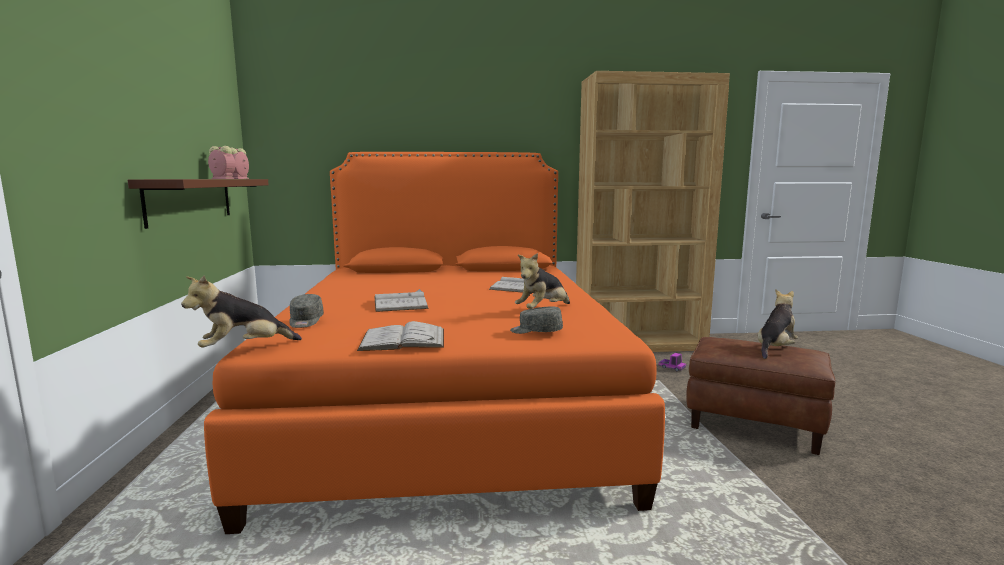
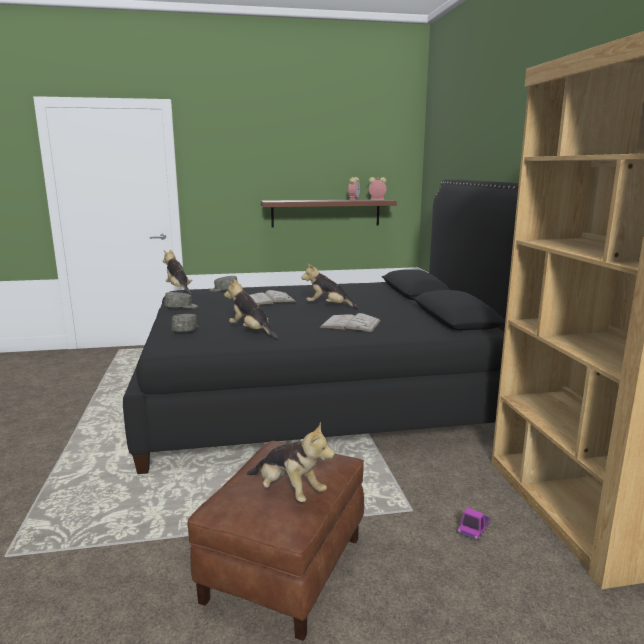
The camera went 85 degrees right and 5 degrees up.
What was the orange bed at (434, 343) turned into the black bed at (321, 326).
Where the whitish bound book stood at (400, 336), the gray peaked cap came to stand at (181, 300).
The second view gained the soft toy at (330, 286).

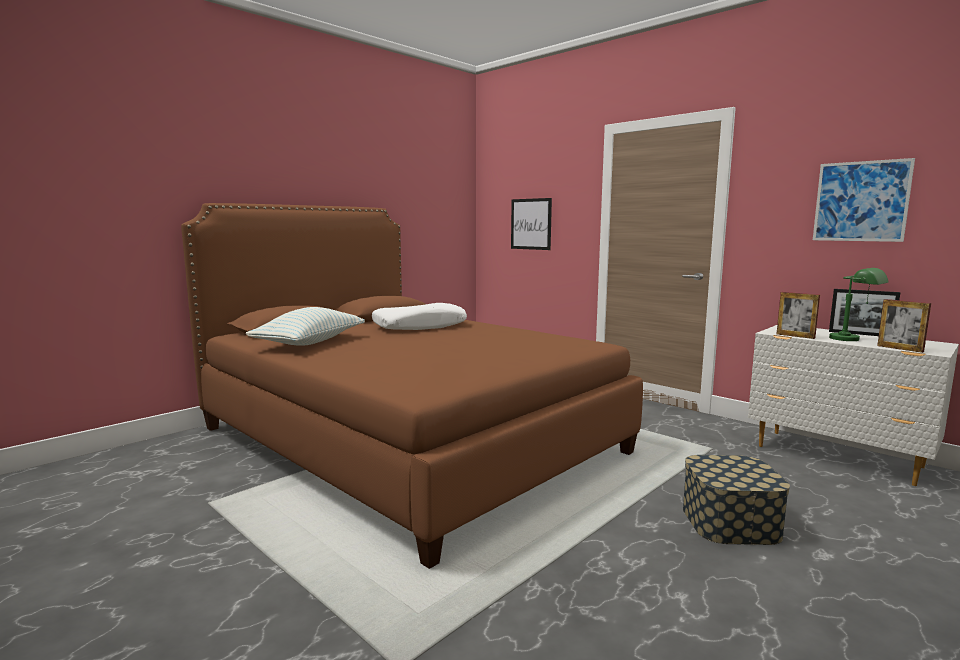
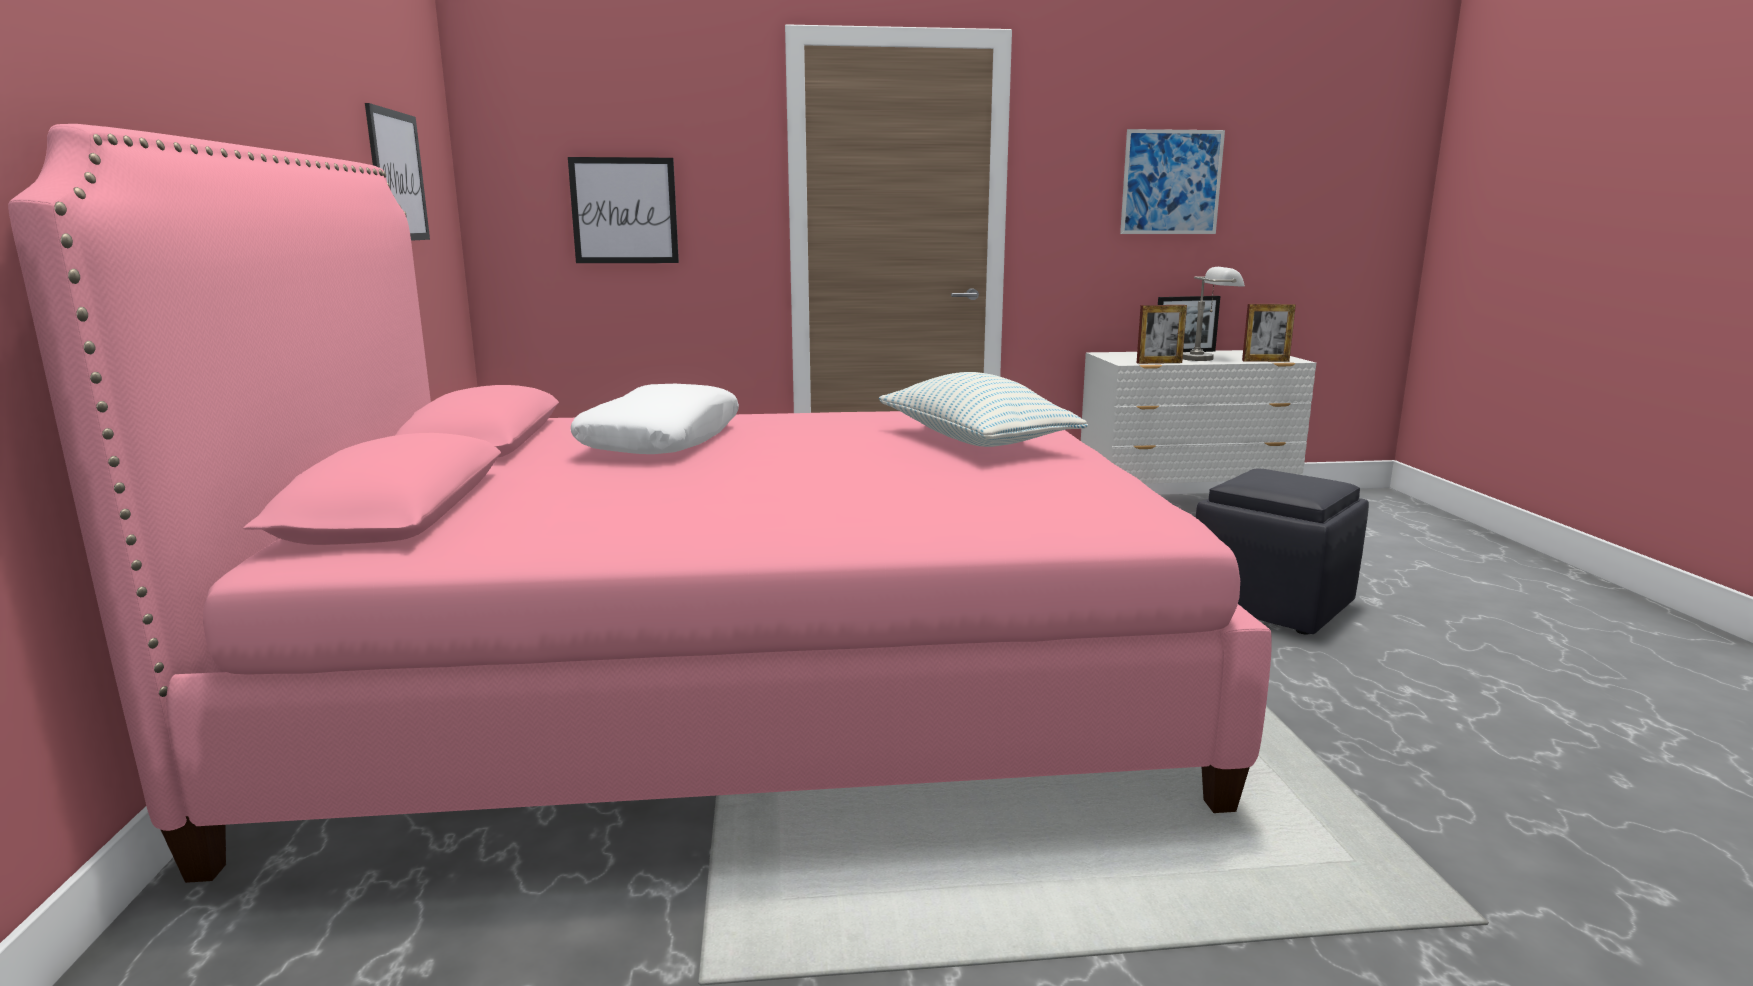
The camera went 50 degrees left and 5 degrees up.
What was the brown bed at (412, 386) turned into the pink-coloured bed at (640, 503).
The throw pillow ended up elsewhere, having gone from (305, 326) to (983, 409).
Where the storage bin stood at (736, 500), the black ottoman came to stand at (1282, 551).
What was the greenish table lamp at (858, 304) turned into the gray table lamp at (1214, 314).
The second view gained the picture at (397, 172).

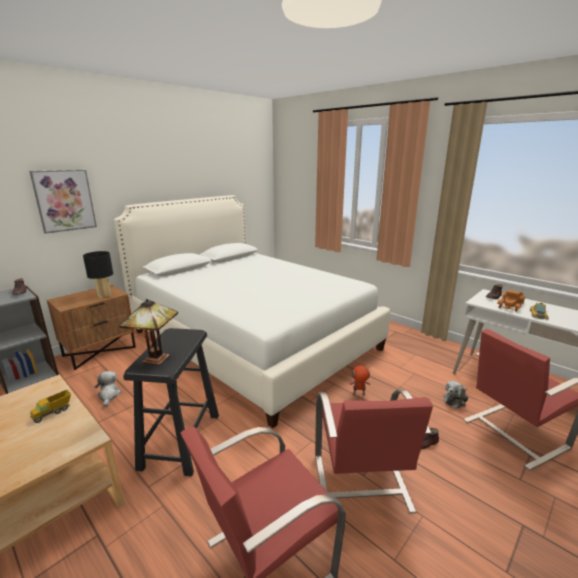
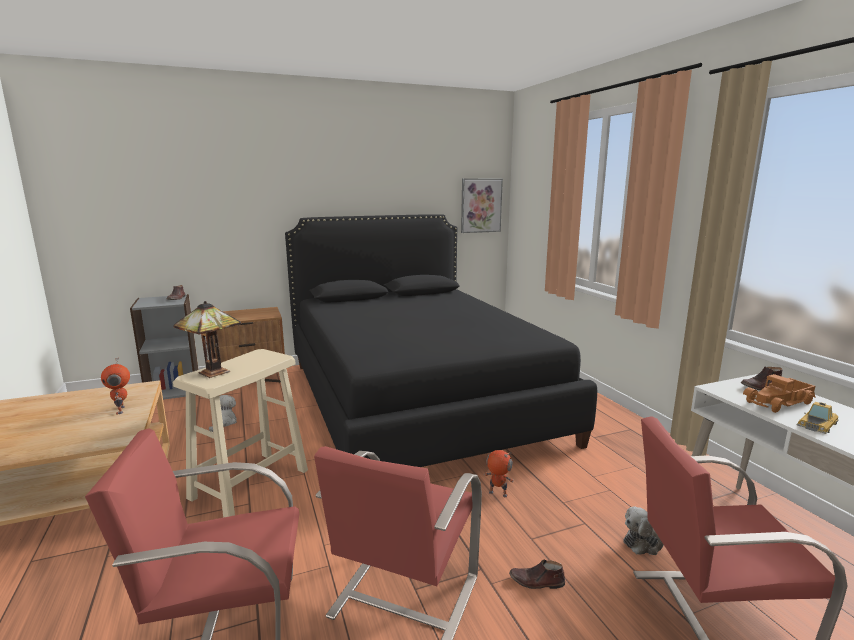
The camera went 25 degrees right and 5 degrees down.
The picture ended up elsewhere, having gone from (63, 202) to (482, 205).
Where the model truck stood at (50, 406), the robot figure came to stand at (115, 385).
The second view lost the black table lamp at (98, 275).
What was the whitish bed at (252, 311) turned into the black bed at (441, 340).
What was the black sitting stool at (171, 402) turned into the beige-coloured sitting stool at (240, 433).

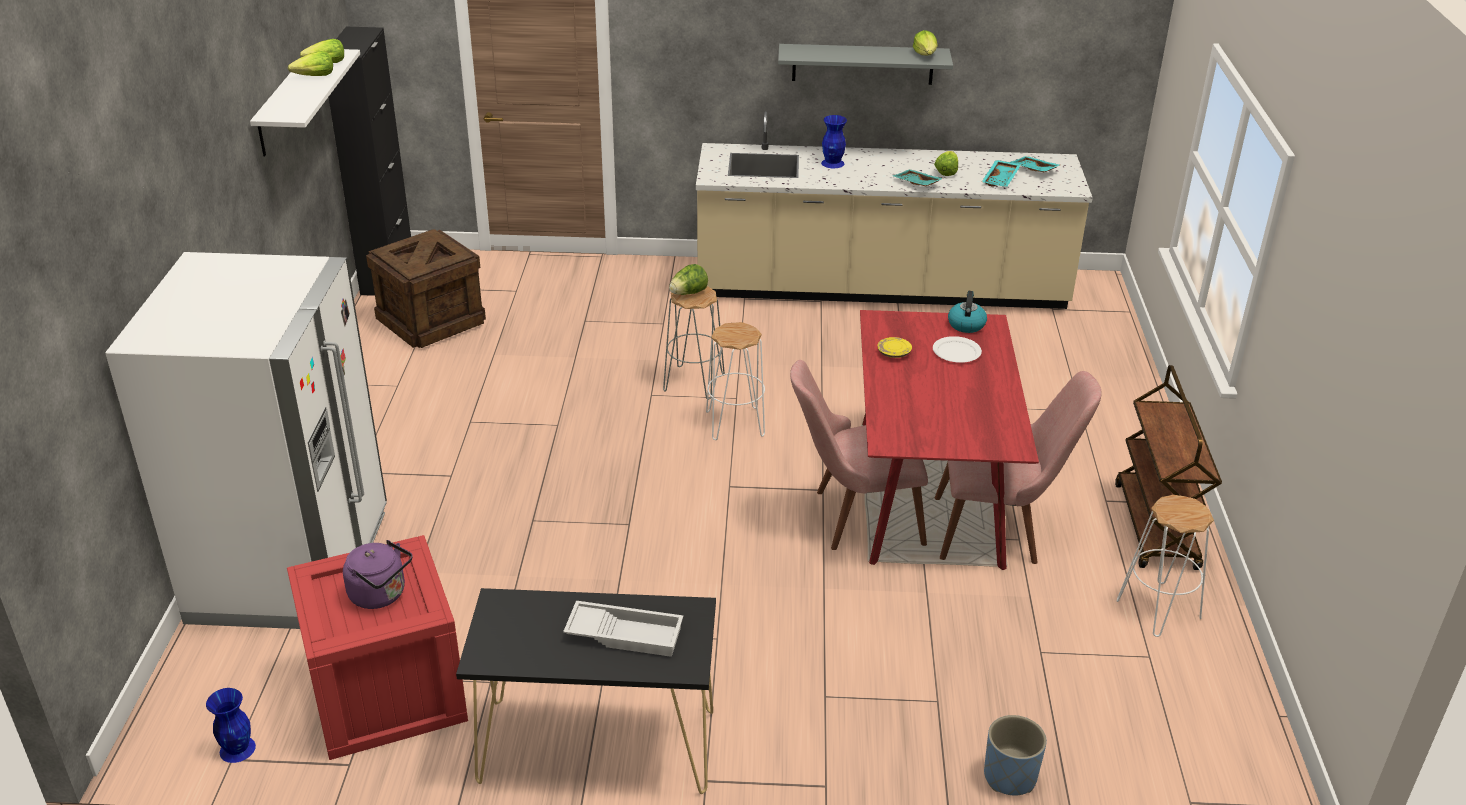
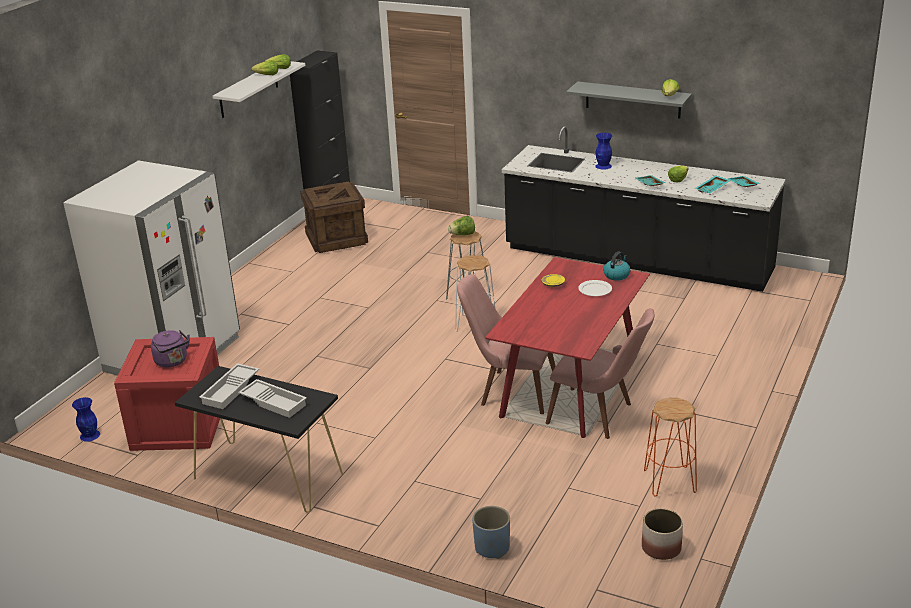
The camera went 25 degrees right and 5 degrees down.
What was the beige-coloured kitchen base unit at (894, 210) turned into the black kitchen base unit at (644, 209).
The second view lost the brown wheeled cart at (1168, 467).
What was the whitish sitting stool at (1165, 566) turned into the orange sitting stool at (670, 447).
The second view gained the whitish serving tray at (229, 386).
The second view gained the plant pot at (662, 534).

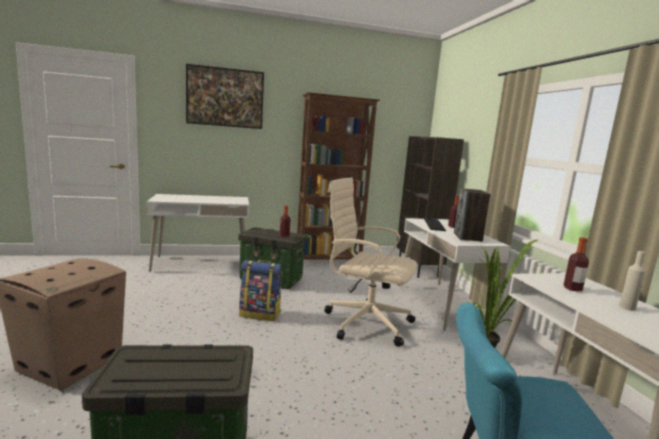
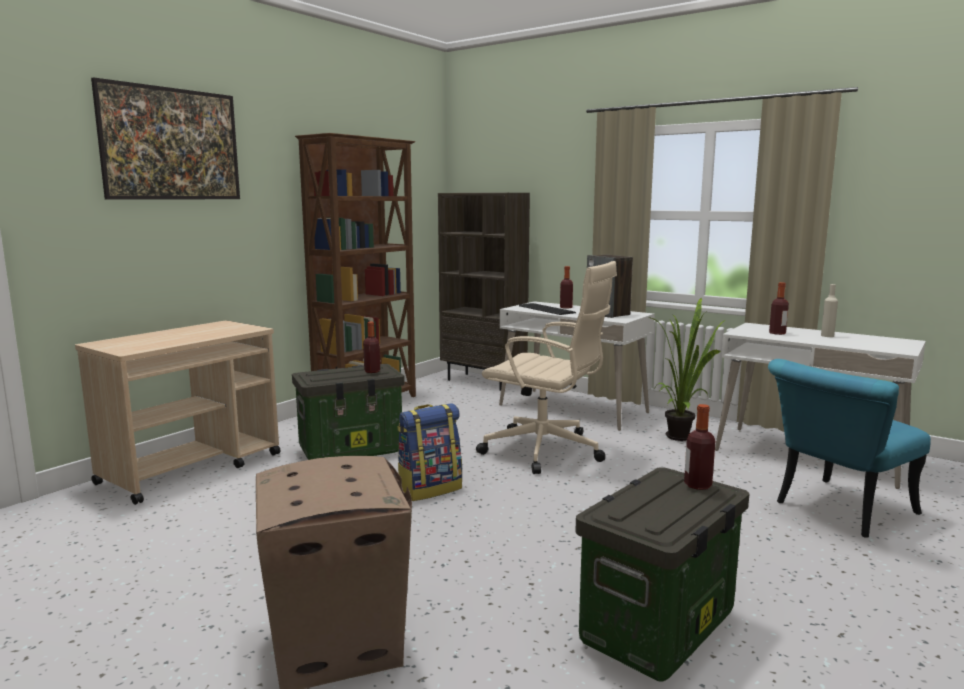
The camera went 40 degrees left and 0 degrees up.
Where the whitish desk stood at (198, 233), the beige-coloured wheeled cart came to stand at (178, 412).
The beige-coloured computer chair at (370, 262) ended up facing another way, 135 degrees counterclockwise from before.
The second view gained the drink bottle at (699, 447).

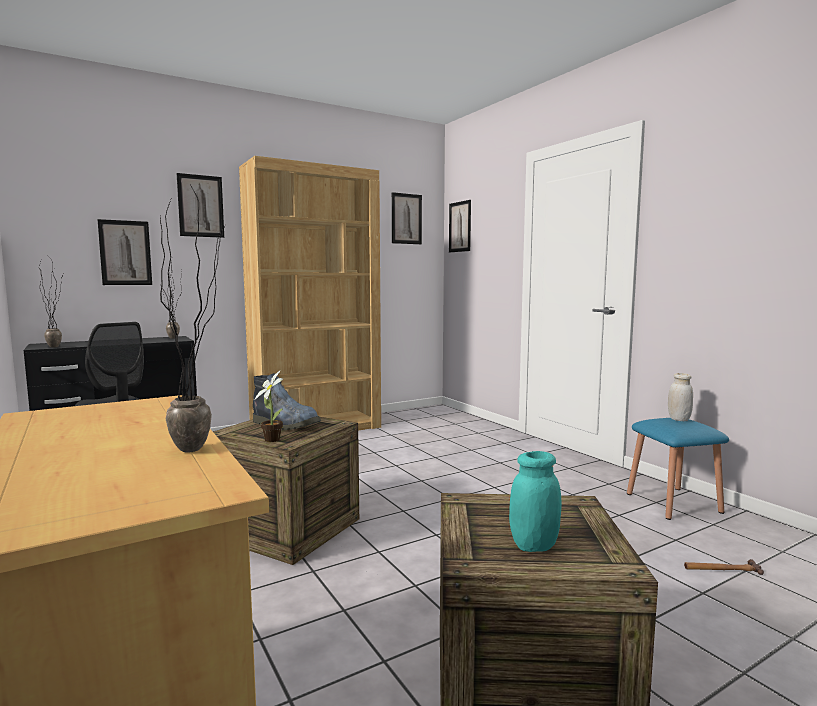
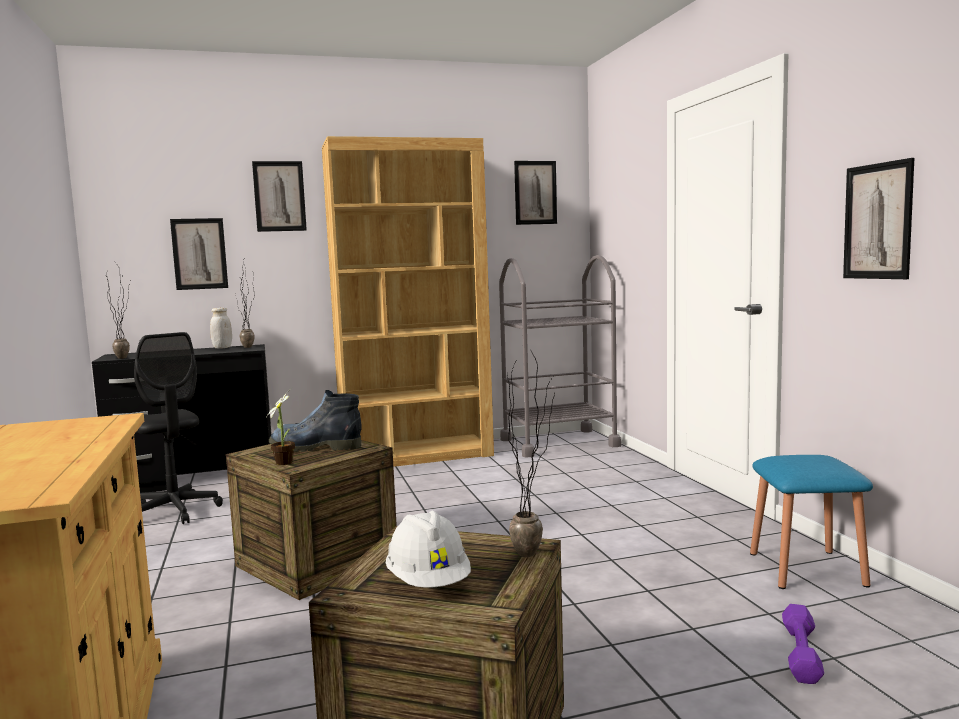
The camera went 15 degrees right and 0 degrees up.
The plant in a pot ended up elsewhere, having gone from (192, 319) to (531, 454).
The boot at (287, 401) ended up facing another way, 135 degrees clockwise from before.
The picture ended up elsewhere, having gone from (460, 226) to (878, 218).
Where the blue-green preserve jar stood at (535, 501), the whitish safety helmet came to stand at (428, 549).
The whitish preserve jar ended up elsewhere, having gone from (680, 397) to (221, 328).
Where the hammer stood at (724, 567), the purplish free weight came to stand at (803, 644).
The second view gained the gray wheeled cart at (560, 356).

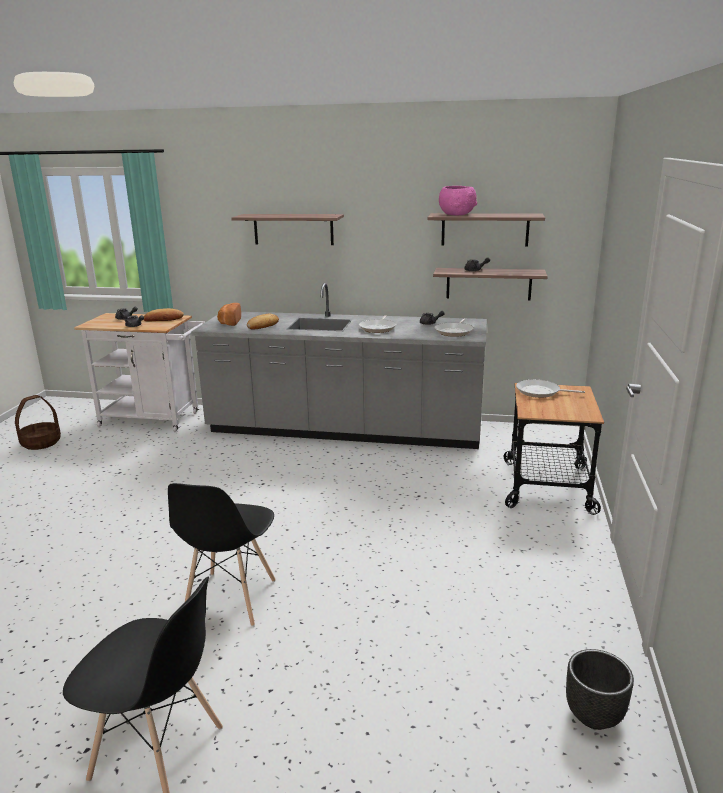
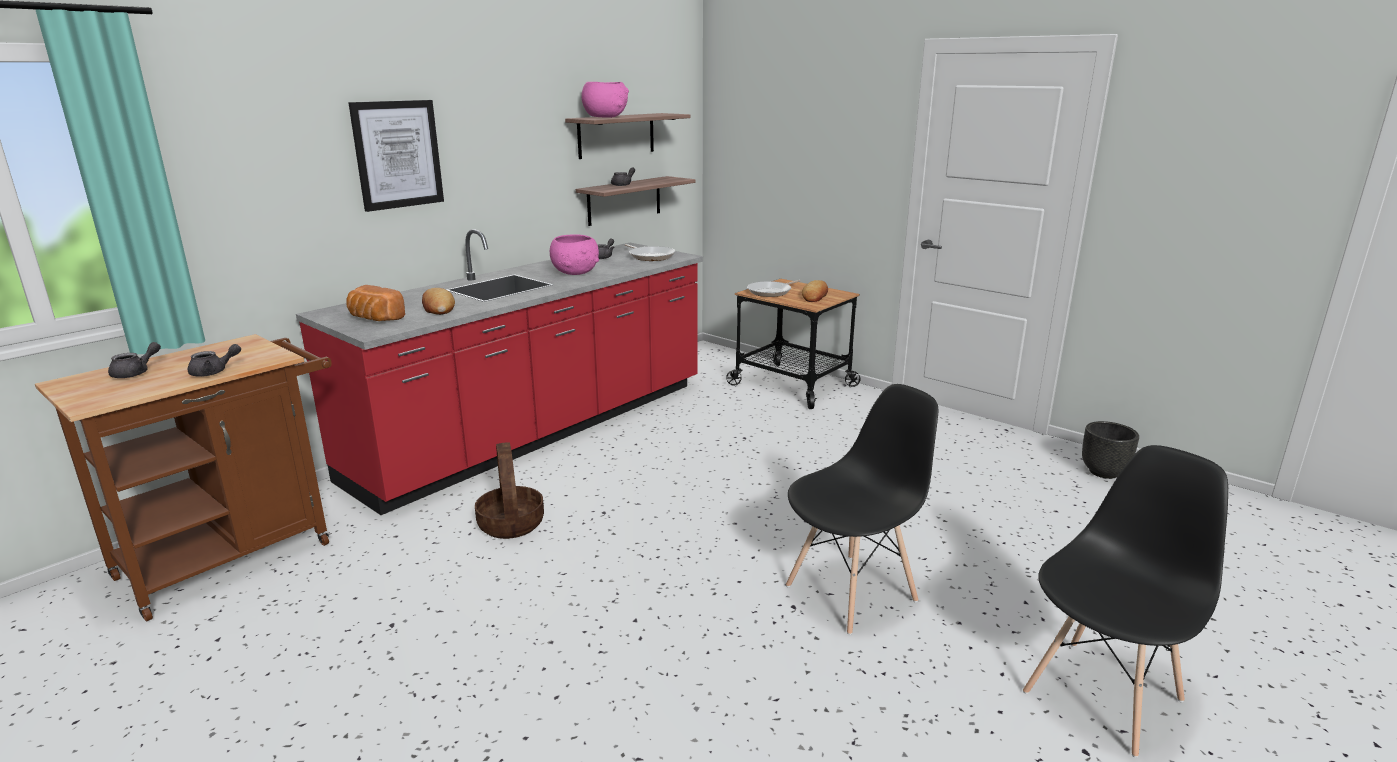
The camera went 60 degrees left and 0 degrees up.
The basket ended up elsewhere, having gone from (38, 422) to (509, 490).
What was the whitish wheeled cart at (139, 372) turned into the brown wheeled cart at (183, 477).
The bakery bread ended up elsewhere, having gone from (164, 314) to (815, 291).
The black plain chair at (222, 555) ended up facing another way, 75 degrees counterclockwise from before.
What was the gray kitchen base unit at (339, 366) turned into the reddish kitchen base unit at (499, 372).
Where the bracket shelf hung at (287, 229), the picture came to hang at (396, 156).
Where the skillet stood at (377, 324), the pink-coloured bowl came to stand at (574, 254).

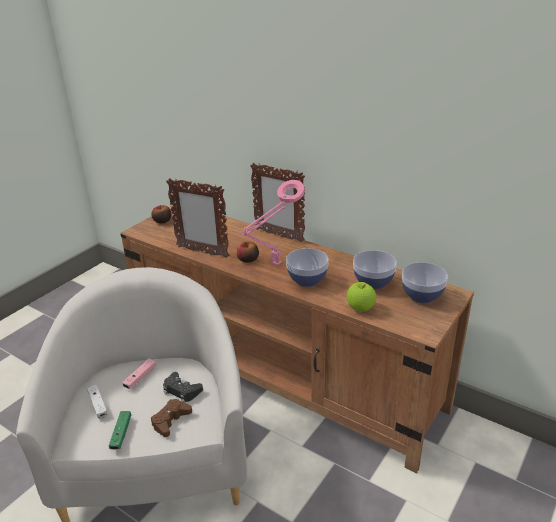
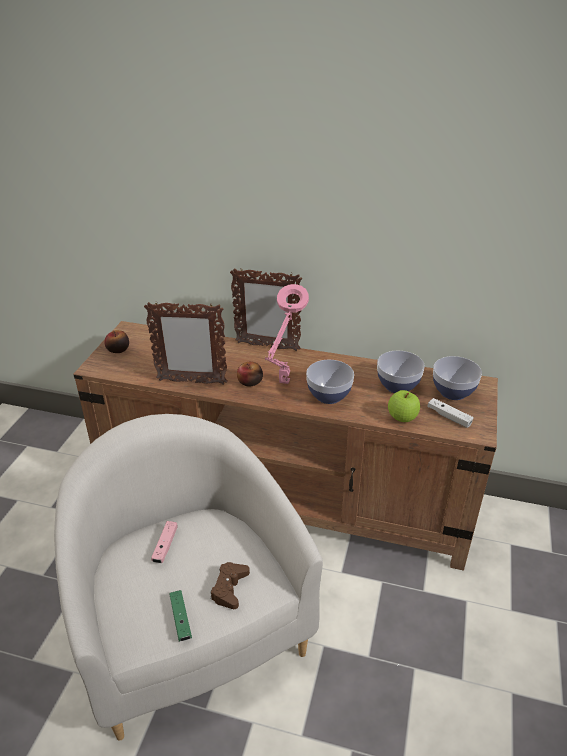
The camera went 20 degrees left and 5 degrees up.
The whitish game controller ended up elsewhere, having gone from (97, 402) to (450, 413).
The second view lost the black game controller at (183, 387).

